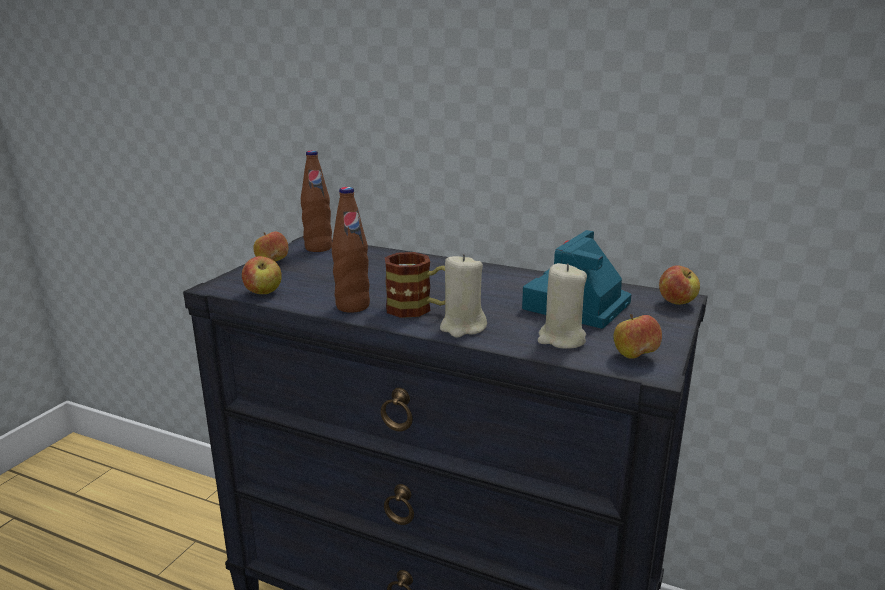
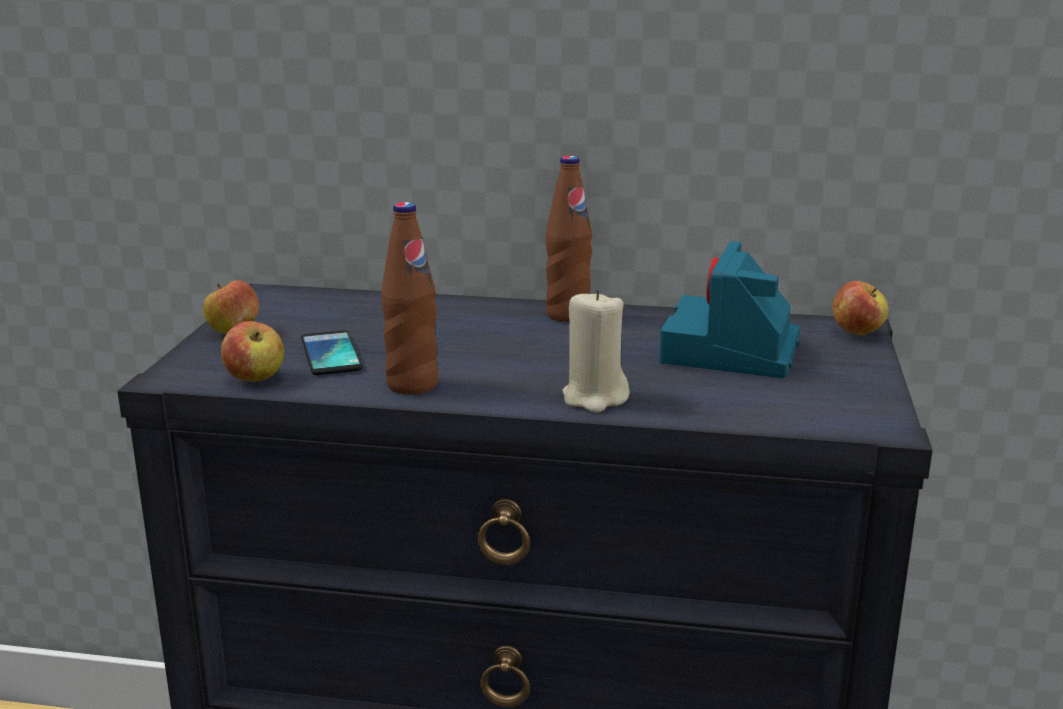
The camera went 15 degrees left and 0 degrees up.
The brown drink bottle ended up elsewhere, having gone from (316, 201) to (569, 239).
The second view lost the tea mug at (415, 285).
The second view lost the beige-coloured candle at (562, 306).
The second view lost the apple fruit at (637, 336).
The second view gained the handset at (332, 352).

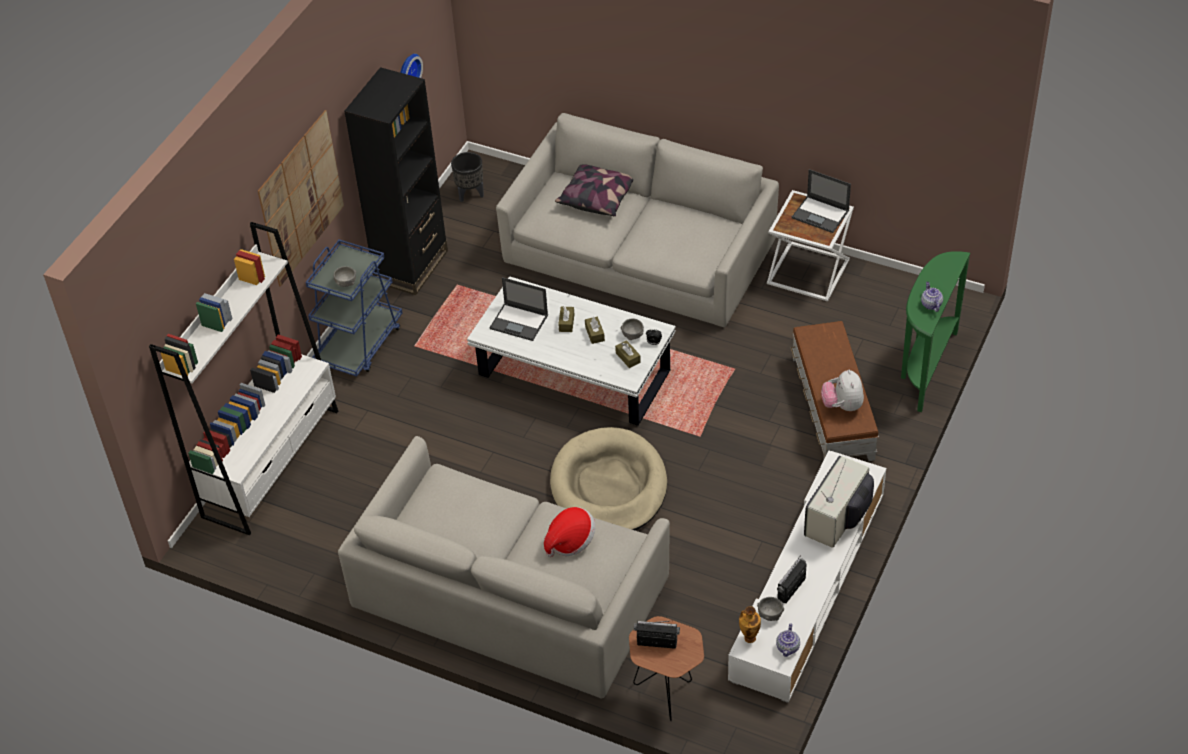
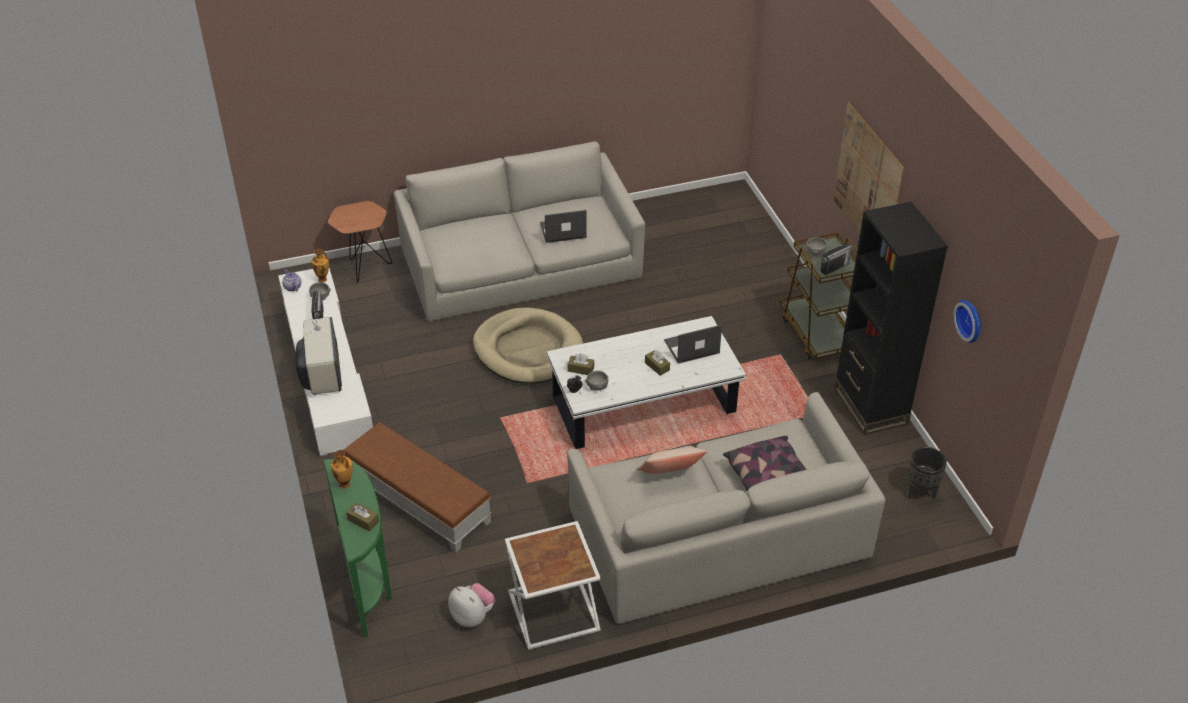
The camera went 135 degrees right and 5 degrees down.
The second view lost the whitish bookshelf at (243, 379).
What was the blue wheeled cart at (354, 308) turned into the brown wheeled cart at (819, 295).
The second view lost the wearable hat at (569, 532).
The brown box of tissues ended up elsewhere, having gone from (595, 330) to (362, 517).
The radio receiver ended up elsewhere, having gone from (657, 634) to (836, 259).
The notebook computer ended up elsewhere, having gone from (821, 201) to (563, 226).
The soft toy ended up elsewhere, having gone from (842, 390) to (472, 605).
Where the tea pot stood at (932, 297), the decorative vase came to stand at (342, 469).
The second view gained the beige-coloured throw pillow at (672, 460).

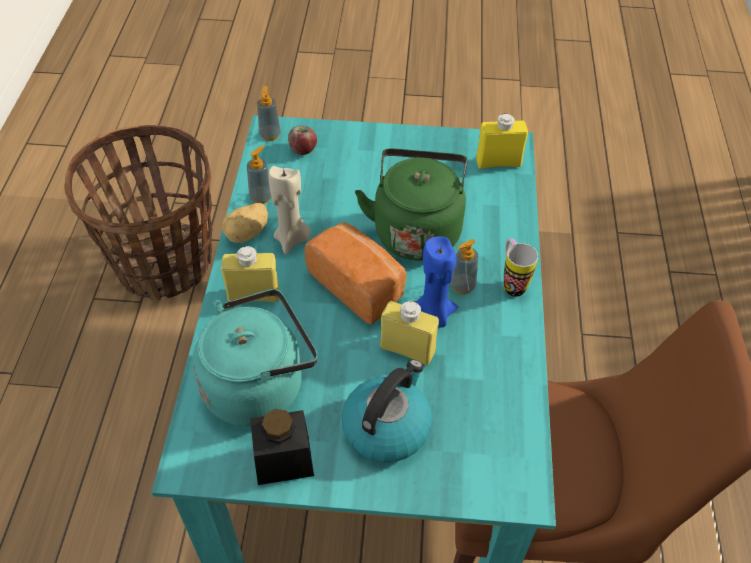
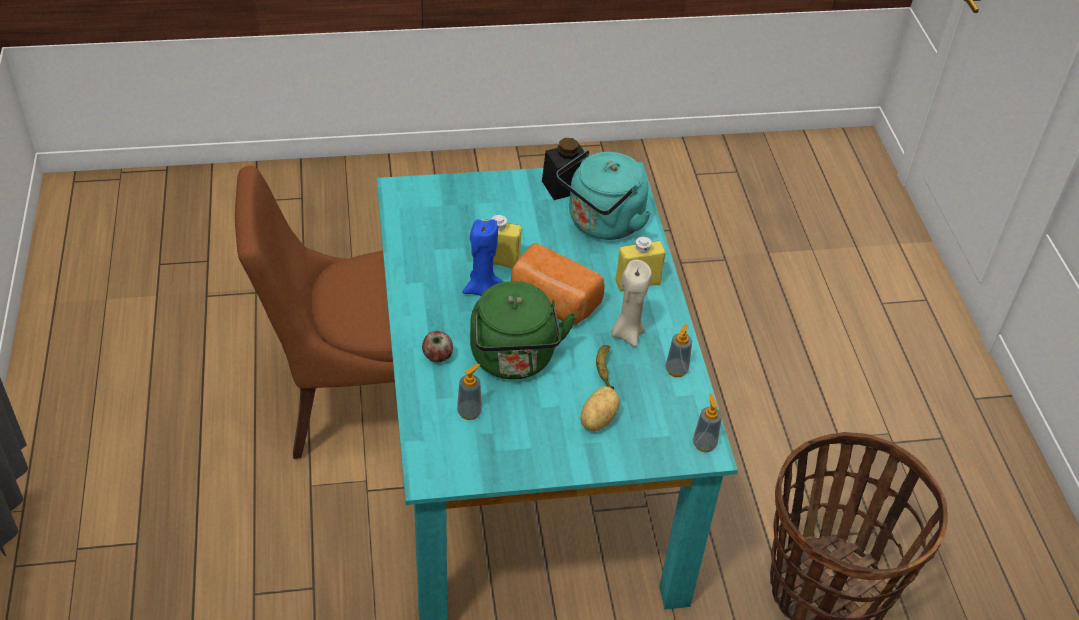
The camera went 165 degrees right and 5 degrees down.
The spud ended up elsewhere, having gone from (245, 223) to (600, 409).
The apple fruit ended up elsewhere, having gone from (302, 140) to (437, 346).
The second view lost the water kettle at (387, 411).
The soap dispenser ended up elsewhere, having gone from (464, 266) to (469, 392).
The second view lost the yellowish drink bottle at (502, 141).
The second view lost the tea mug at (521, 267).
The second view gained the banana fruit at (605, 367).

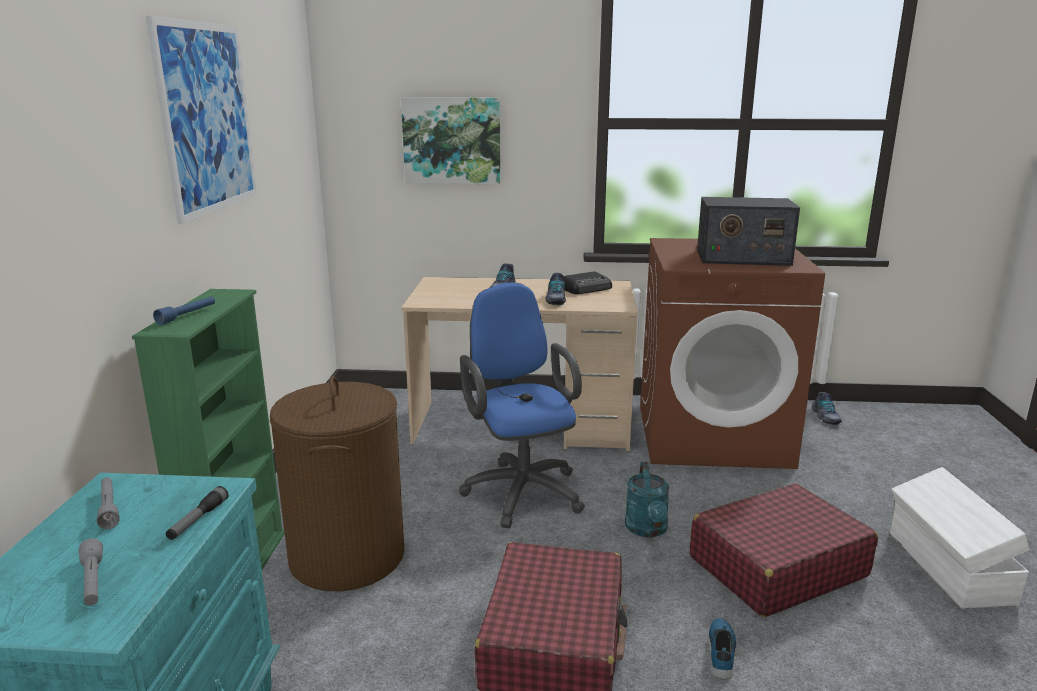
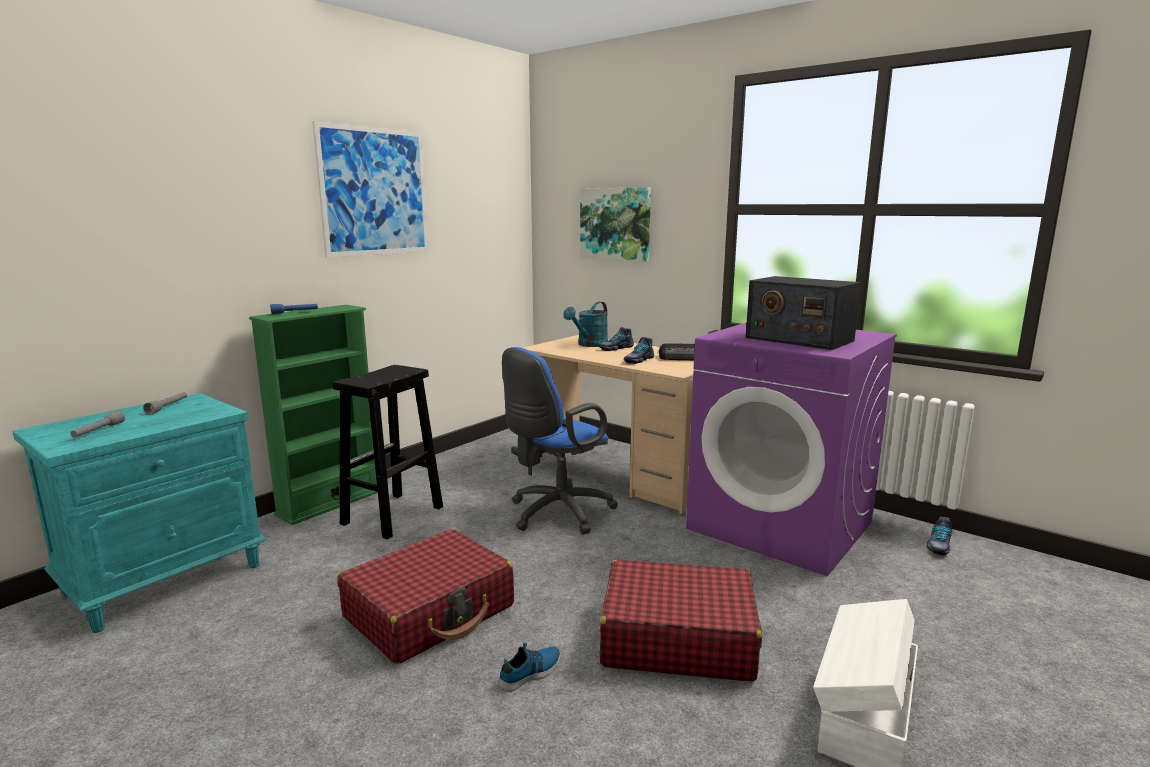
The camera went 35 degrees right and 5 degrees down.
The second view lost the torch at (197, 513).
Where the brown hamper stood at (337, 483), the black sitting stool came to stand at (388, 452).
The blue computer chair at (522, 405) ended up facing another way, 150 degrees counterclockwise from before.
The blue-green sprinkling can ended up elsewhere, having gone from (647, 500) to (585, 324).
What was the brown laundry appliance at (732, 353) turned into the purplish laundry appliance at (791, 449).

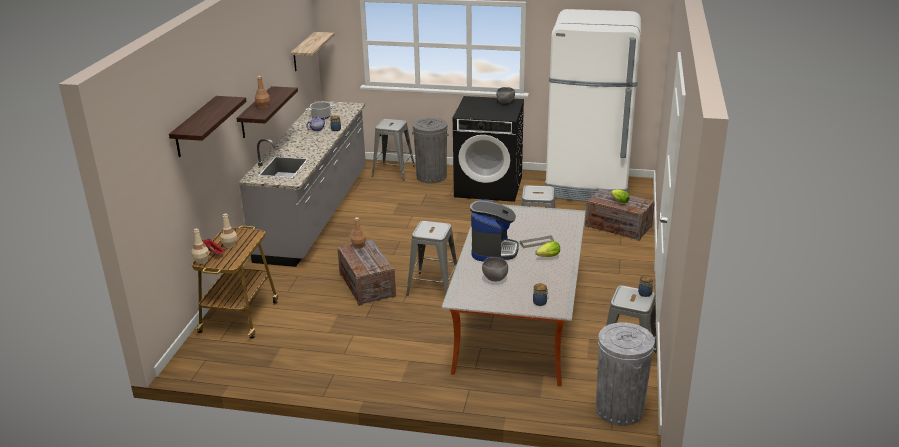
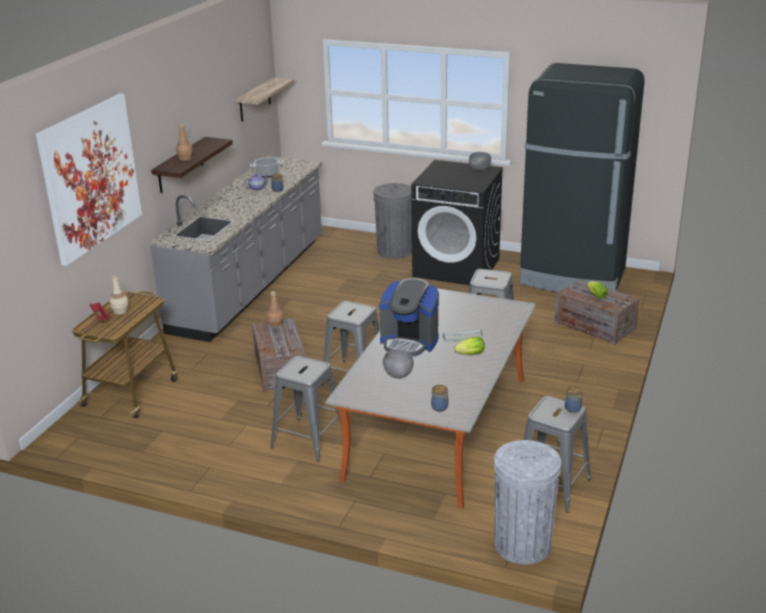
The camera went 10 degrees right and 0 degrees up.
Where the bracket shelf hung at (207, 126), the picture came to hang at (89, 179).
The second view lost the beige-coloured drink bottle at (200, 246).
The gray sitting stool ended up elsewhere, having gone from (393, 149) to (305, 409).
The coffee machine at (494, 230) ended up facing another way, 90 degrees clockwise from before.
What was the whitish refrigerator at (593, 105) turned into the black refrigerator at (582, 177).

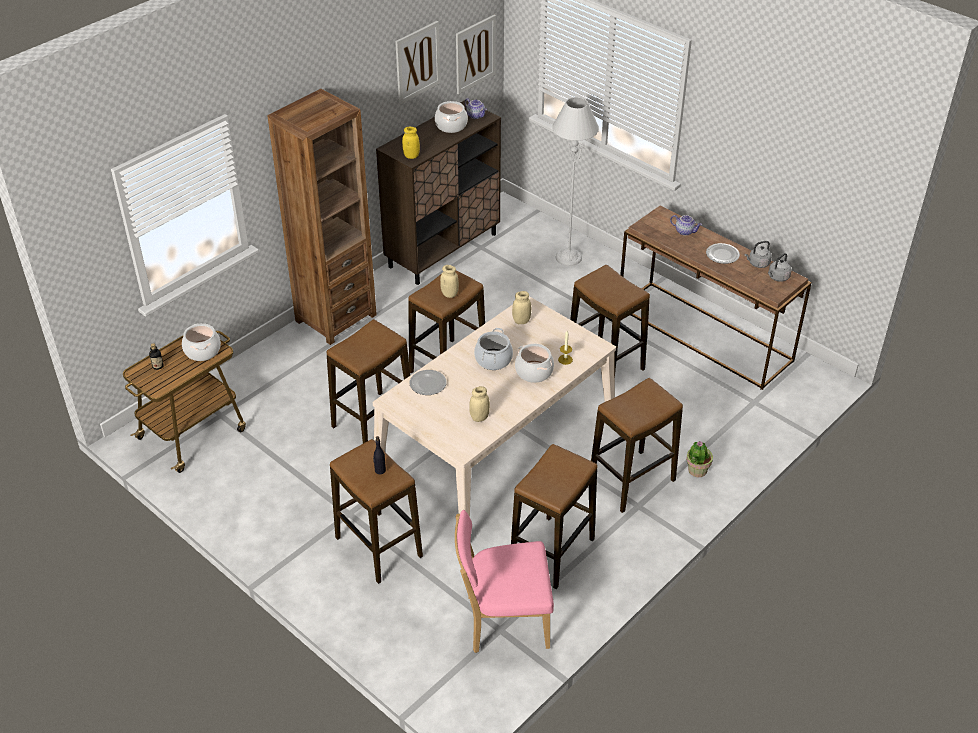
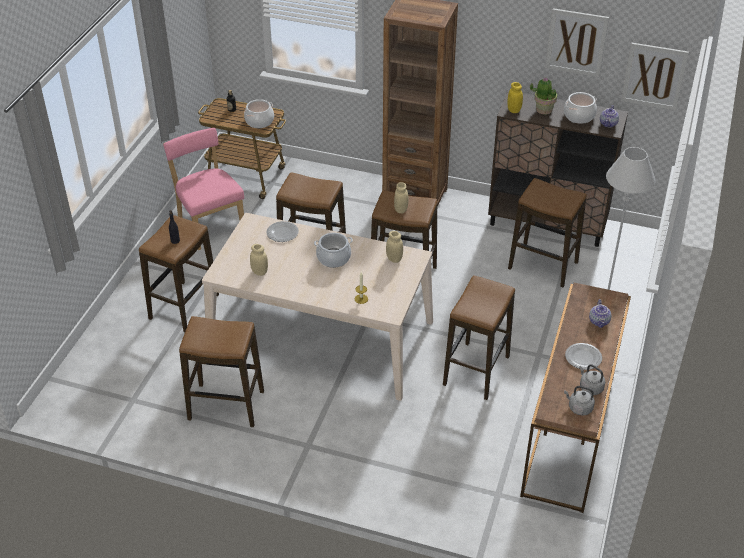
The camera went 65 degrees right and 0 degrees up.
The pink-coloured plain chair ended up elsewhere, having gone from (504, 581) to (203, 189).
The second view lost the stockpot at (534, 363).
The sitting stool ended up elsewhere, having gone from (637, 445) to (547, 232).
The plant in a pot ended up elsewhere, having gone from (699, 459) to (543, 96).

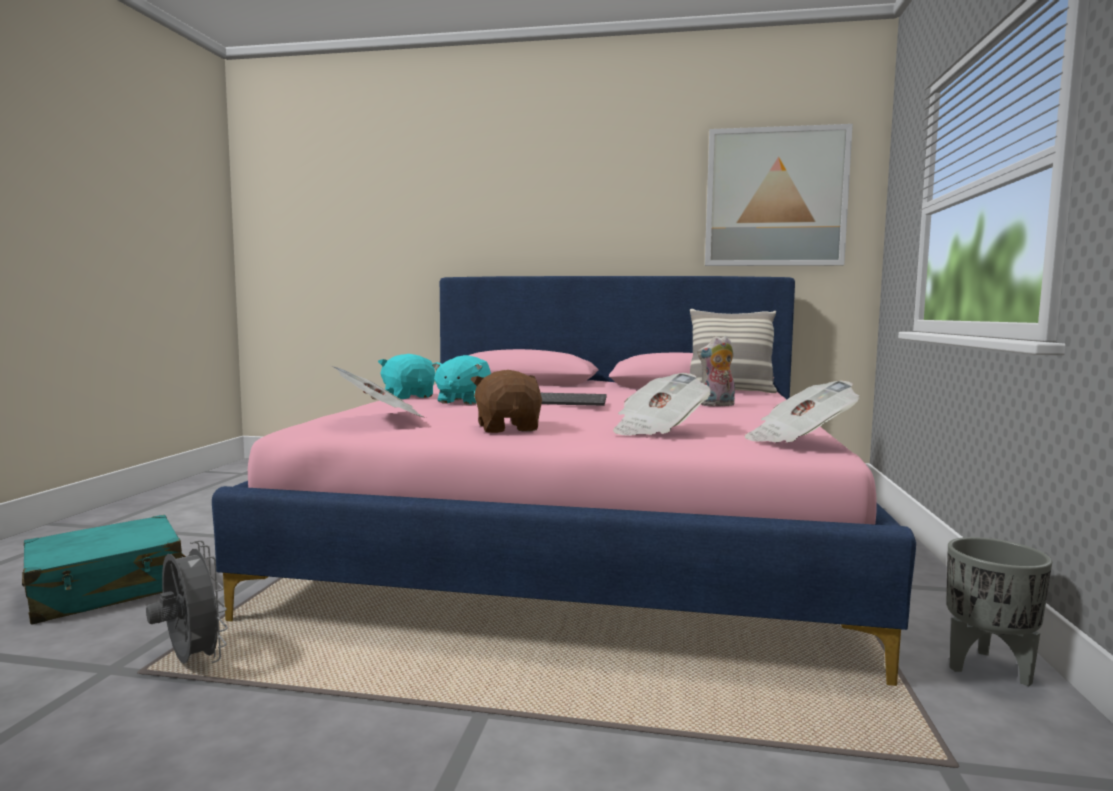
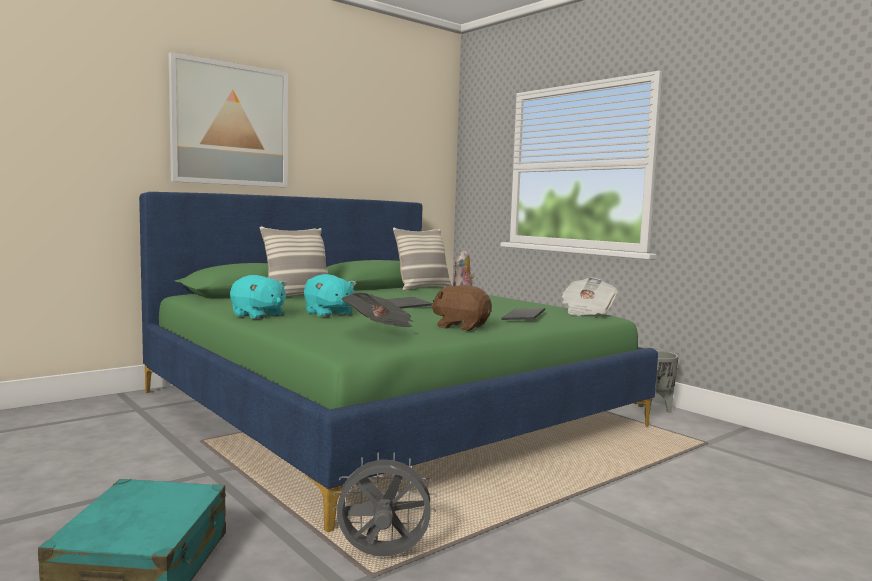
The camera went 50 degrees left and 0 degrees up.
What was the pink-coloured bed at (564, 481) turned into the greenish bed at (398, 362).
The blue-green soft toy at (406, 376) ended up facing another way, 150 degrees counterclockwise from before.
Where the daily paper stood at (662, 404), the PC keyboard came to stand at (523, 314).
The picture ended up elsewhere, having gone from (779, 195) to (228, 119).
The second view gained the throw pillow at (294, 261).

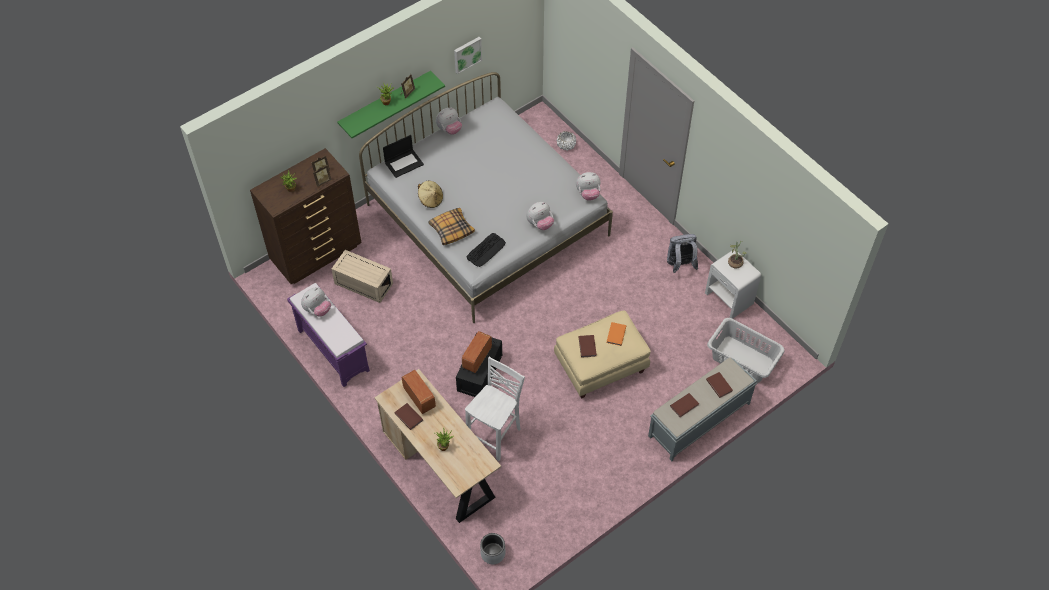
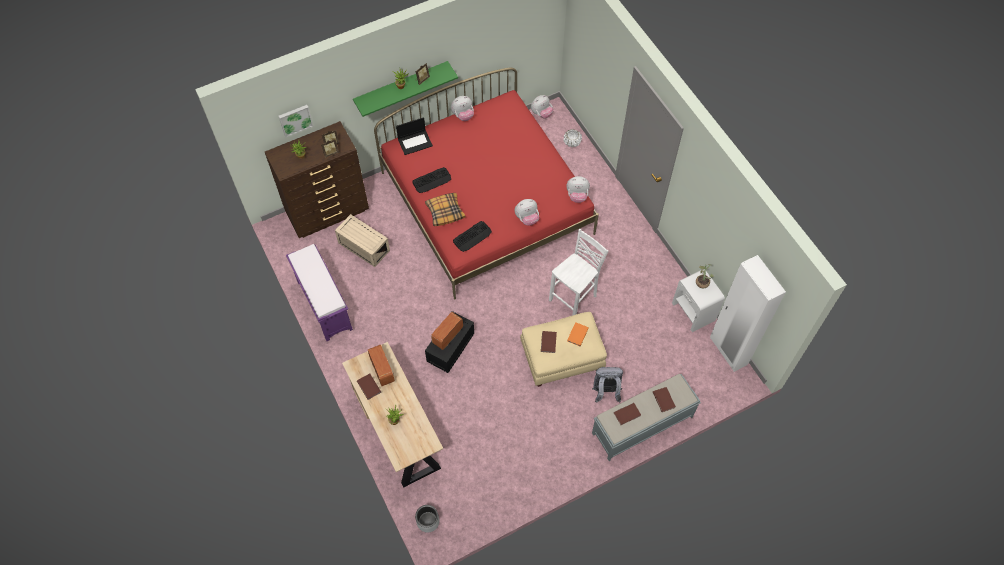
The camera went 10 degrees right and 5 degrees up.
The soft toy ended up elsewhere, having gone from (316, 301) to (542, 106).
What was the whitish bed at (486, 197) turned into the reddish bed at (486, 183).
Where the beige-coloured wearable hat stood at (430, 194), the PC keyboard came to stand at (432, 180).
The picture ended up elsewhere, having gone from (468, 55) to (296, 121).
The whitish sitting stool ended up elsewhere, having gone from (495, 409) to (578, 272).
The gray knapsack ended up elsewhere, having gone from (682, 253) to (607, 385).
The second view lost the gray hamper at (746, 350).
The second view gained the whitish clothes cupboard at (748, 313).

